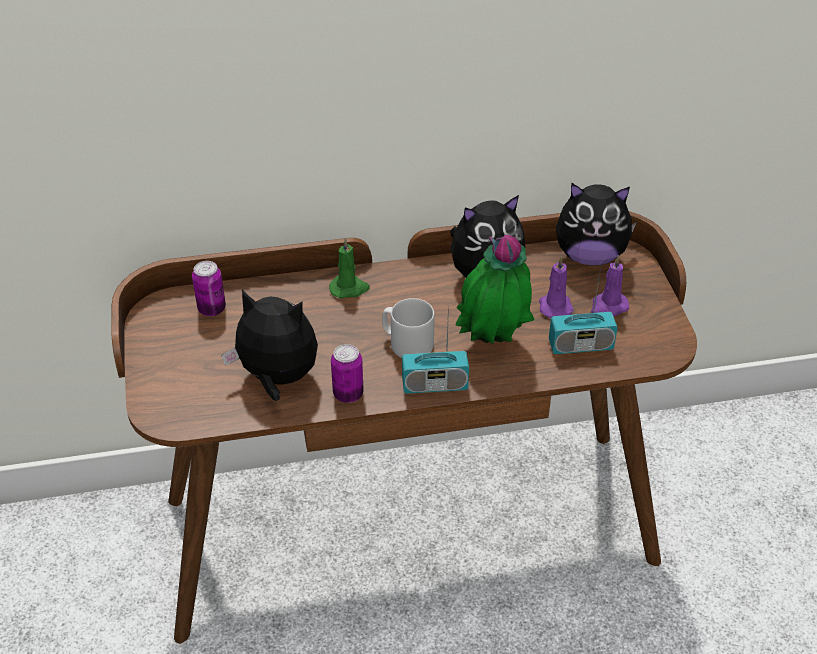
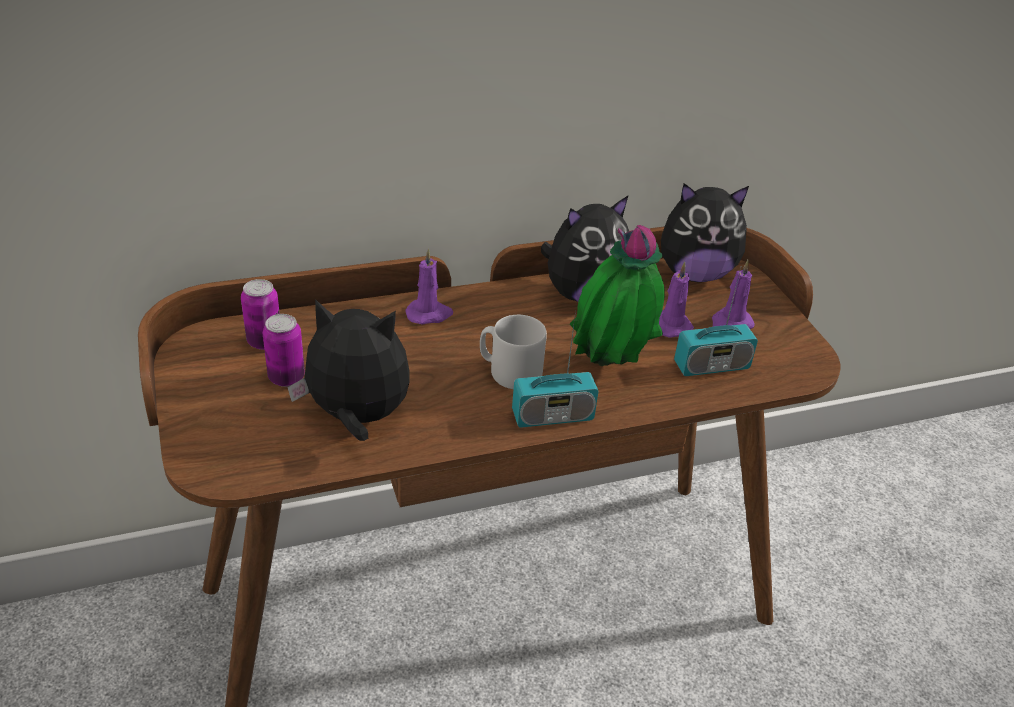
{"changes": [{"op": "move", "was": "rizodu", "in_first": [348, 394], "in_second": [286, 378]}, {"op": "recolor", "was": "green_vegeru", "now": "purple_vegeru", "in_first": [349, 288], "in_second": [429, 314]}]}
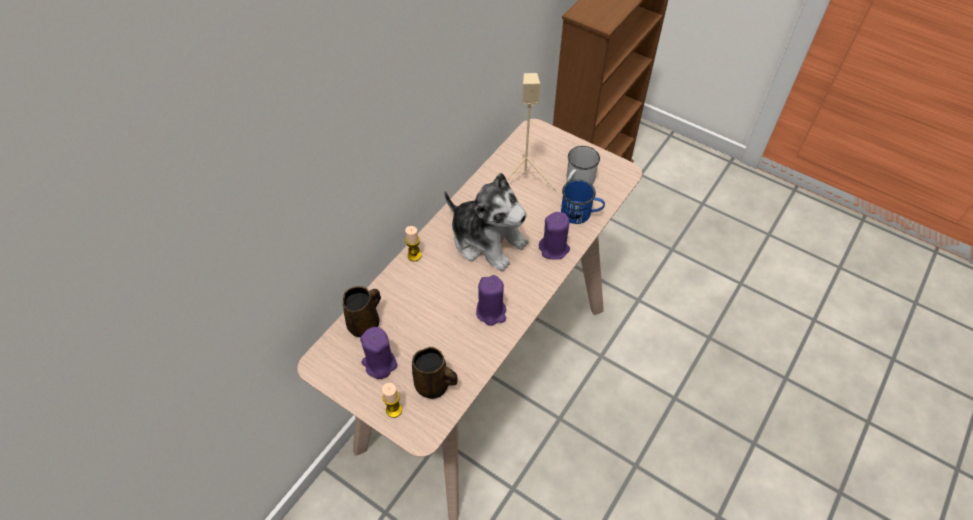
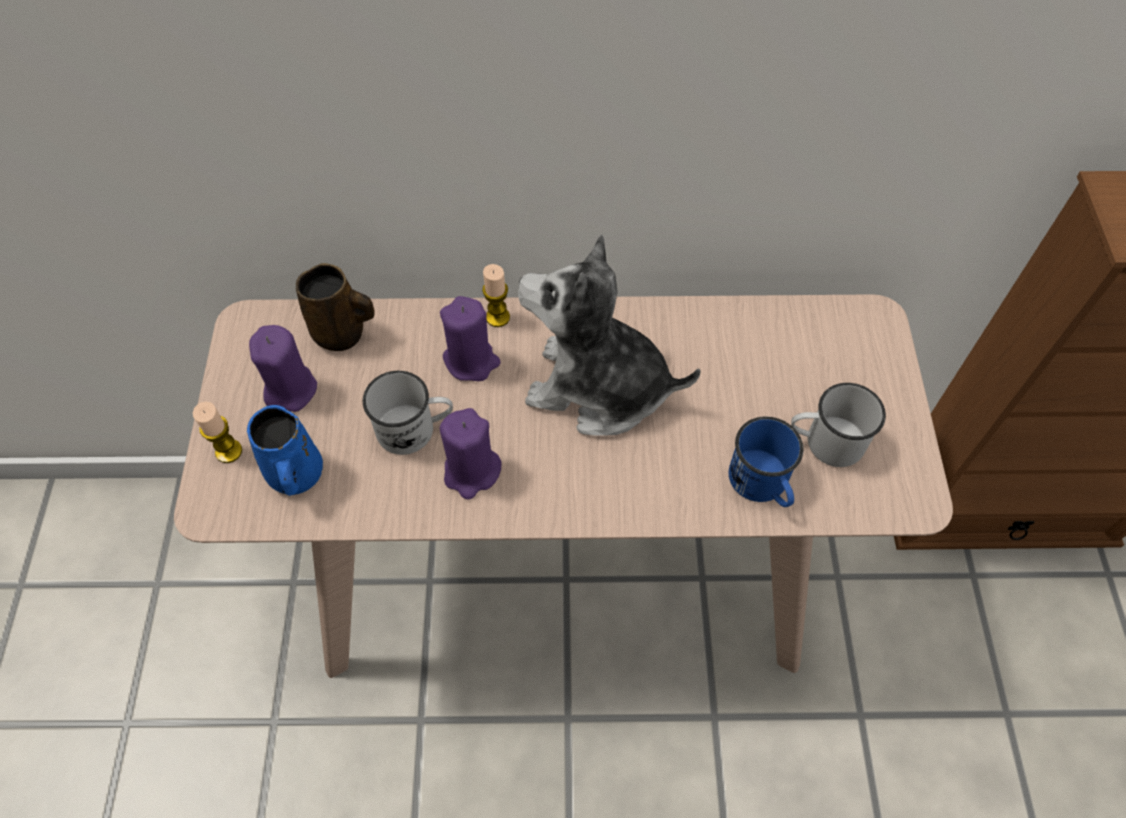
{"changes": [{"op": "recolor", "was": "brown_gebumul", "now": "blue_gebumul", "in_first": [434, 386], "in_second": [296, 476]}, {"op": "insert", "now": "white_gebumul", "in_second": [415, 429]}, {"op": "move", "was": "purple_vegeru", "in_first": [554, 248], "in_second": [471, 361]}, {"op": "rotate", "was": "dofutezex", "in_first": [487, 240], "in_second": [598, 388], "clockwise": 105}, {"op": "delete", "was": "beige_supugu", "in_first": [525, 178]}]}
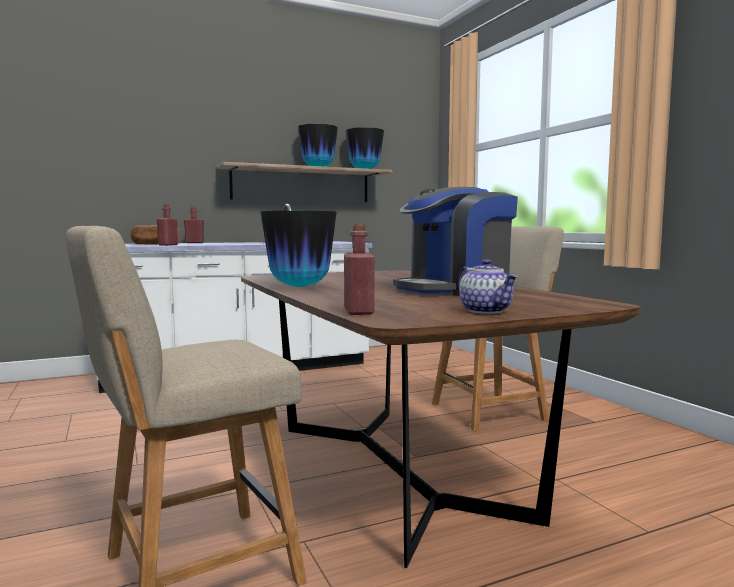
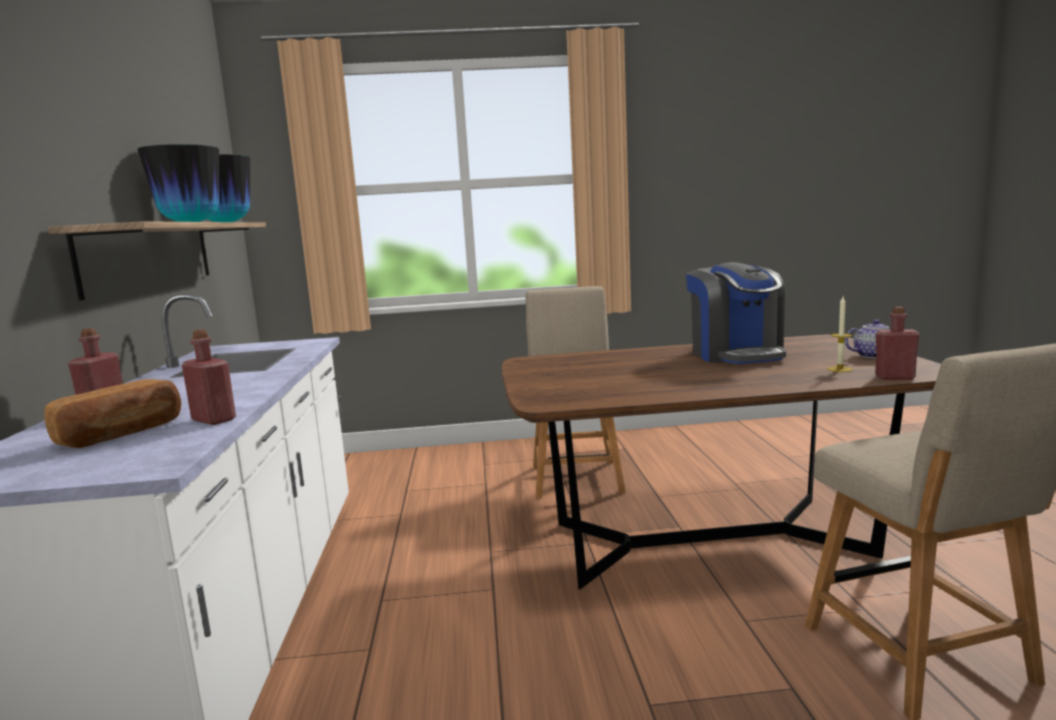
{"changes": [{"op": "insert", "now": "vegeru", "in_second": [840, 369]}, {"op": "delete", "was": "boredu", "in_first": [300, 287]}]}
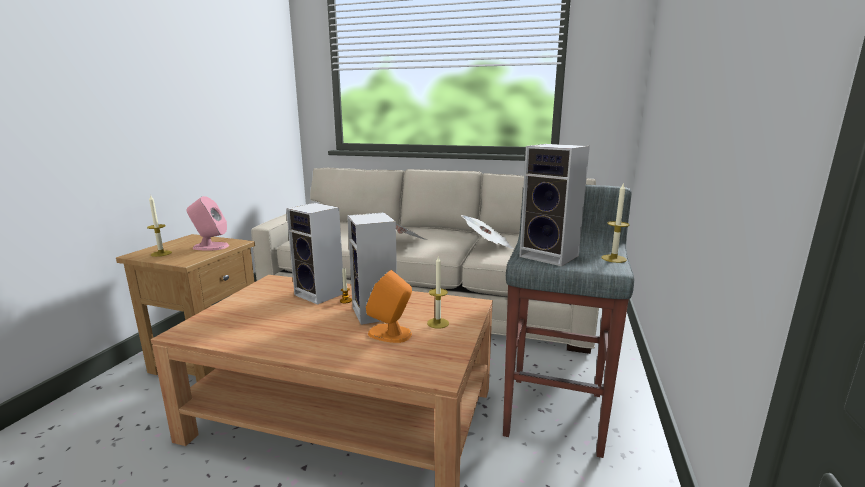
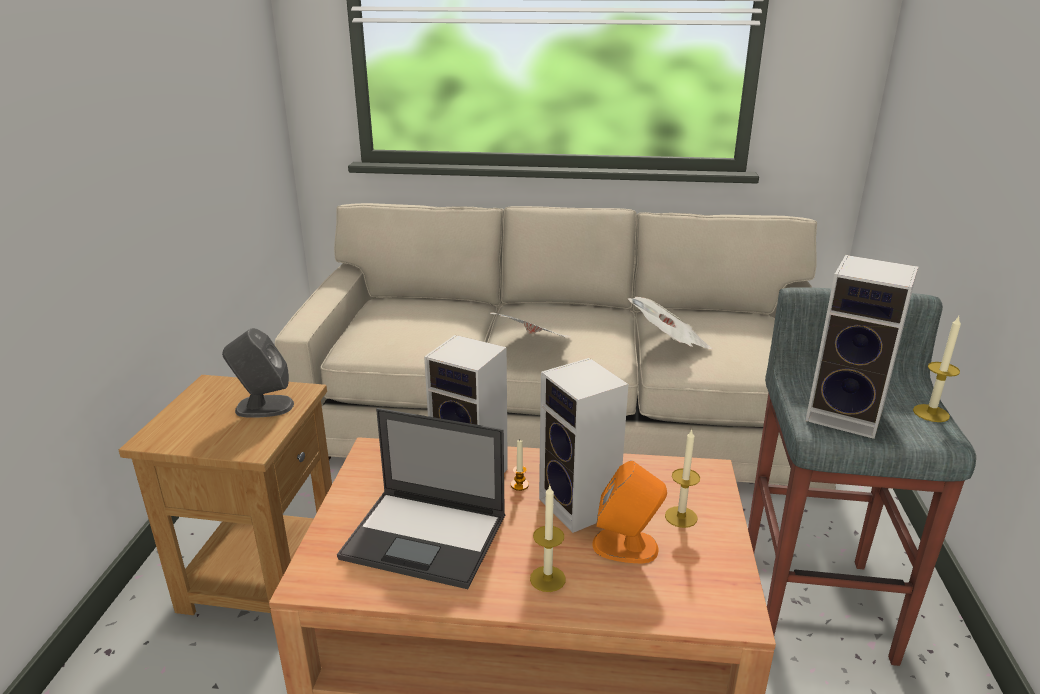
{"changes": [{"op": "recolor", "was": "pink_supugu", "now": "grey_supugu", "in_first": [210, 246], "in_second": [263, 407]}, {"op": "insert", "now": "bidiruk", "in_second": [426, 537]}, {"op": "move", "was": "vegeru", "in_first": [161, 253], "in_second": [547, 579]}]}
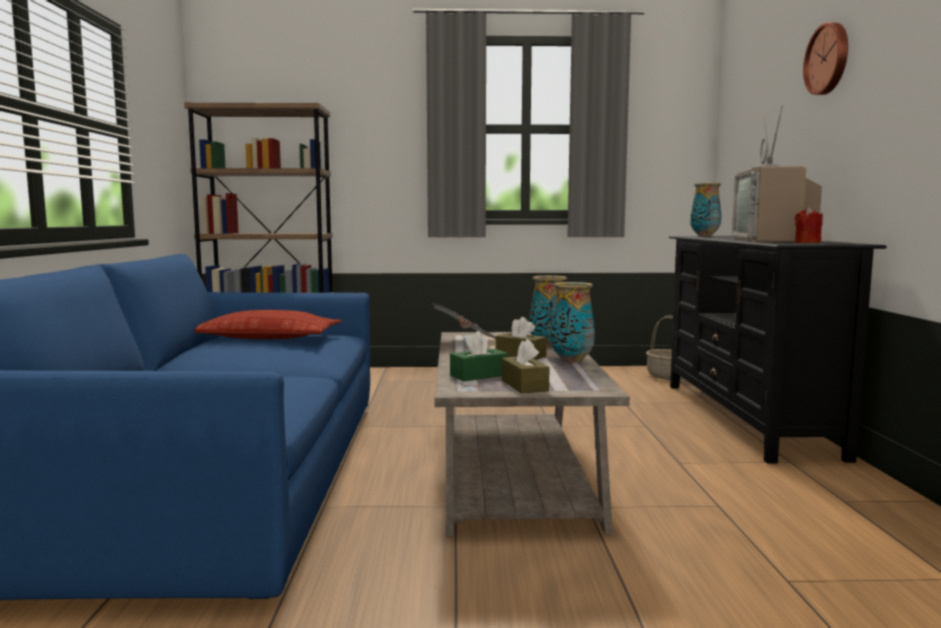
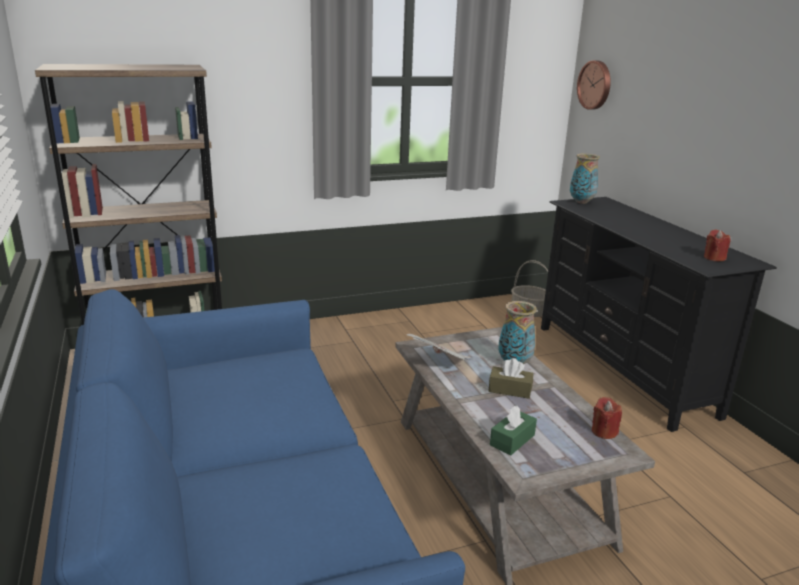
{"changes": [{"op": "move", "was": "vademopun", "in_first": [828, 59], "in_second": [595, 85]}, {"op": "insert", "now": "red_vegeru", "in_second": [604, 431]}, {"op": "delete", "was": "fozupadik", "in_first": [266, 337]}, {"op": "delete", "was": "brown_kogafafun", "in_first": [524, 385]}, {"op": "delete", "was": "boredu", "in_first": [571, 360]}, {"op": "delete", "was": "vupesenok", "in_first": [772, 239]}]}
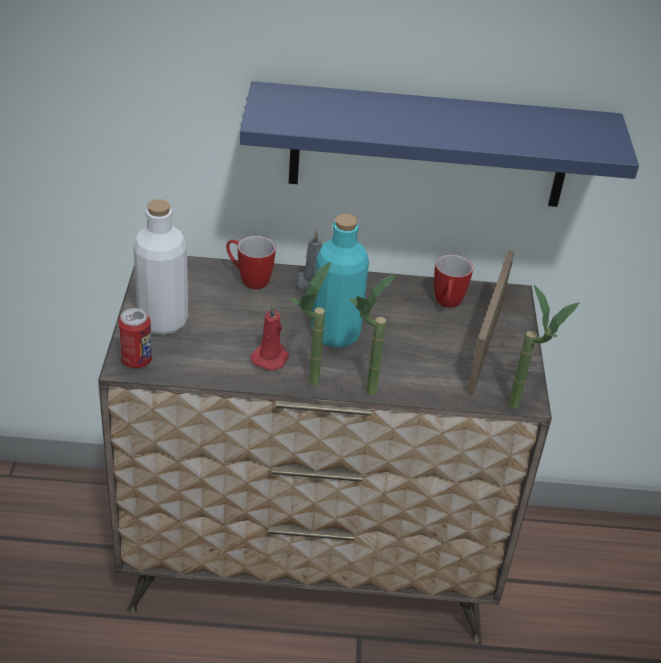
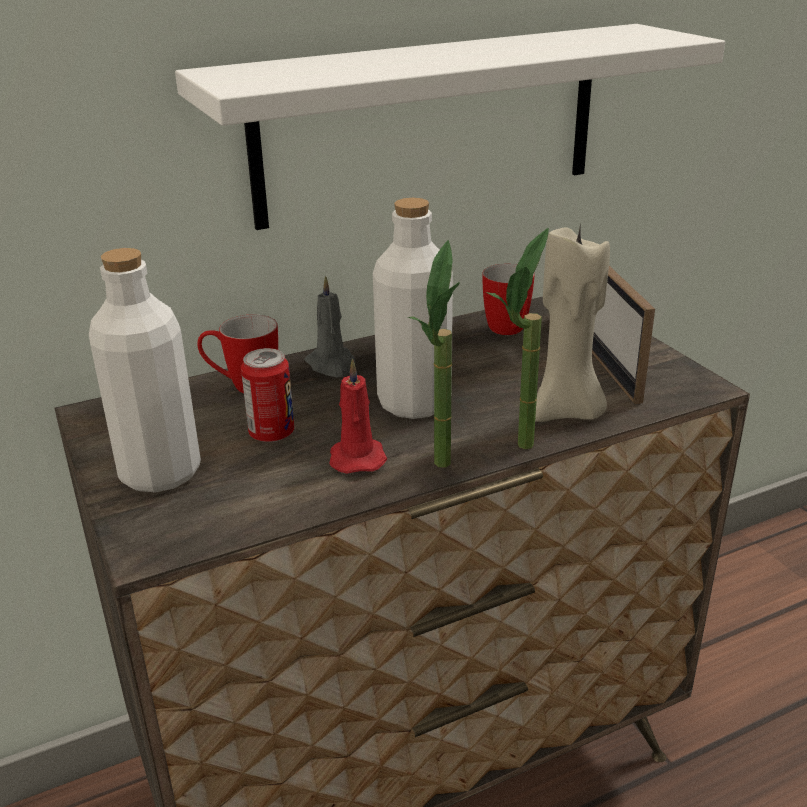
{"changes": [{"op": "recolor", "was": "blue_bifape", "now": "white_bifape", "in_first": [429, 146], "in_second": [430, 124]}, {"op": "move", "was": "rizodu", "in_first": [136, 361], "in_second": [272, 434]}, {"op": "recolor", "was": "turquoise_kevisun", "now": "white_kevisun", "in_first": [335, 334], "in_second": [414, 403]}, {"op": "insert", "now": "beige_vegeru", "in_second": [567, 412]}, {"op": "delete", "was": "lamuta", "in_first": [524, 408]}]}
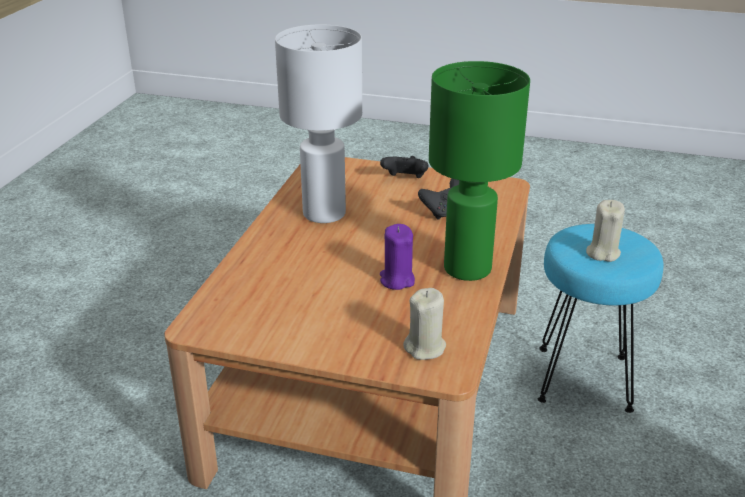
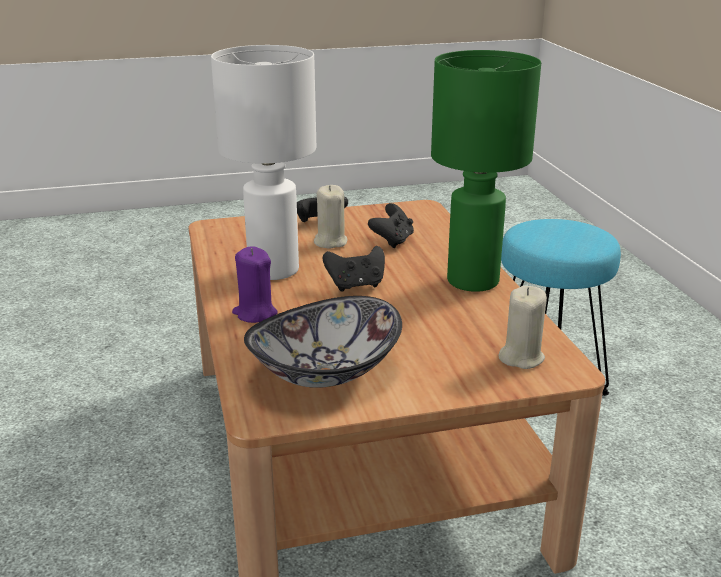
{"changes": [{"op": "move", "was": "purple_vegeru", "in_first": [397, 280], "in_second": [255, 313]}, {"op": "insert", "now": "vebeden", "in_second": [326, 373]}, {"op": "move", "was": "beige_vegeru", "in_first": [602, 253], "in_second": [330, 242]}, {"op": "insert", "now": "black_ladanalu", "in_second": [356, 285]}]}
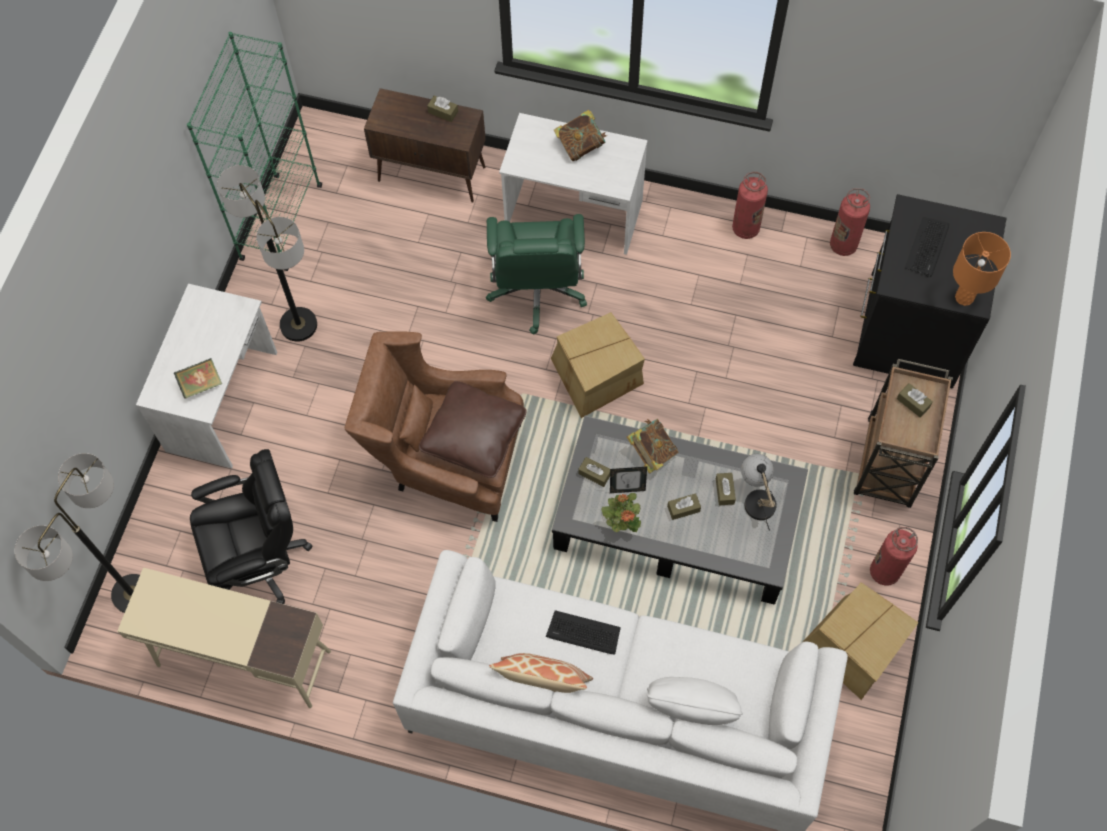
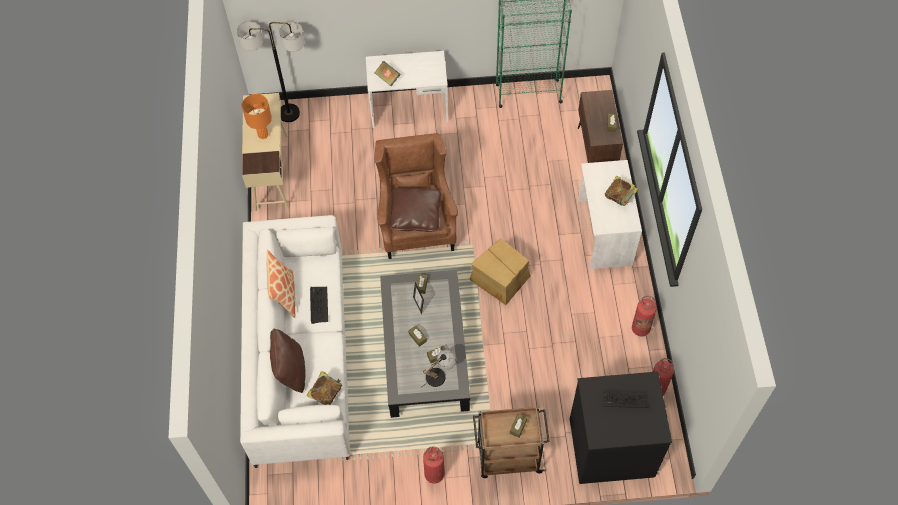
{"changes": [{"op": "move", "was": "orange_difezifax", "in_first": [964, 297], "in_second": [263, 134]}, {"op": "recolor", "was": "white_fozupadik", "now": "brown_fozupadik", "in_first": [690, 711], "in_second": [291, 371]}, {"op": "move", "was": "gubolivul", "in_first": [651, 452], "in_second": [326, 393]}, {"op": "delete", "was": "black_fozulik", "in_first": [260, 559]}, {"op": "delete", "was": "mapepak", "in_first": [298, 325]}, {"op": "delete", "was": "green_fozulik", "in_first": [537, 292]}, {"op": "delete", "was": "lamuta", "in_first": [622, 523]}, {"op": "delete", "was": "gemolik", "in_first": [854, 646]}]}
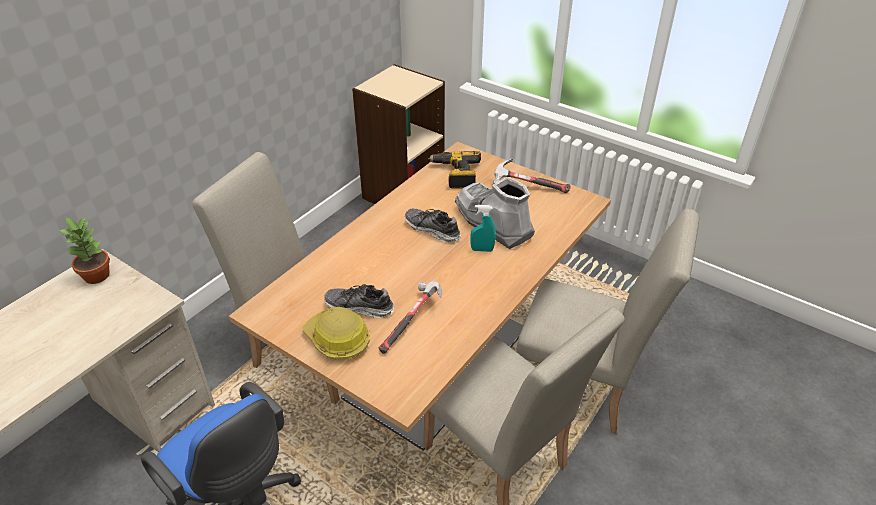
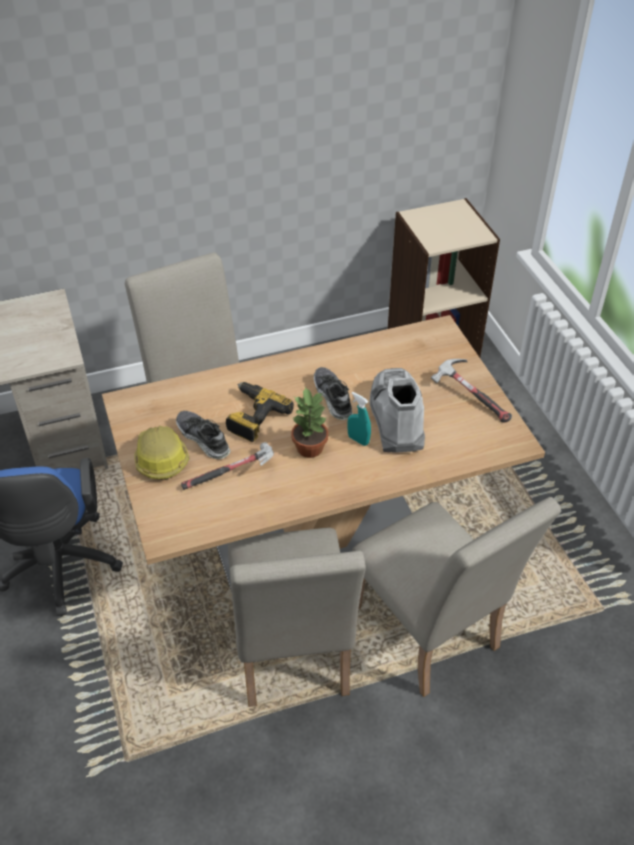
{"changes": [{"op": "move", "was": "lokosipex", "in_first": [455, 175], "in_second": [253, 417]}, {"op": "move", "was": "lamuta", "in_first": [97, 275], "in_second": [310, 447]}]}
